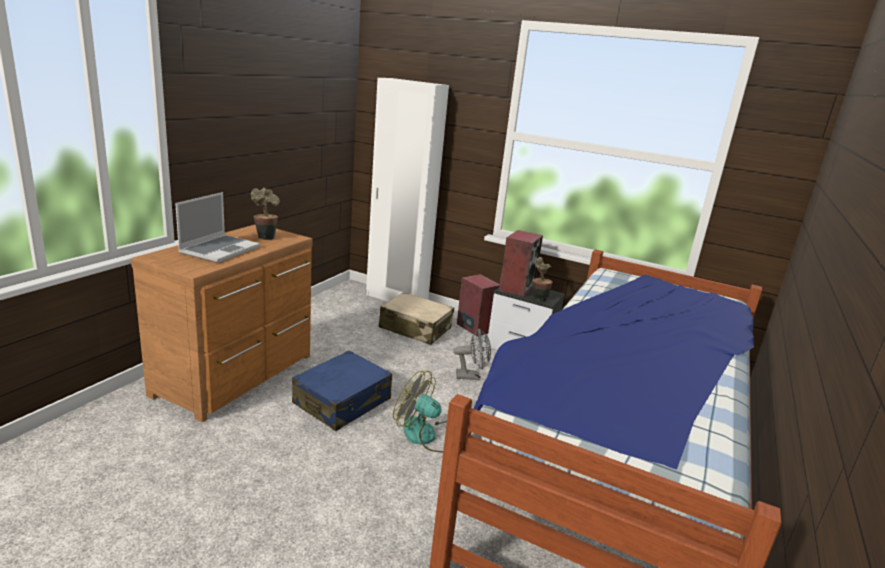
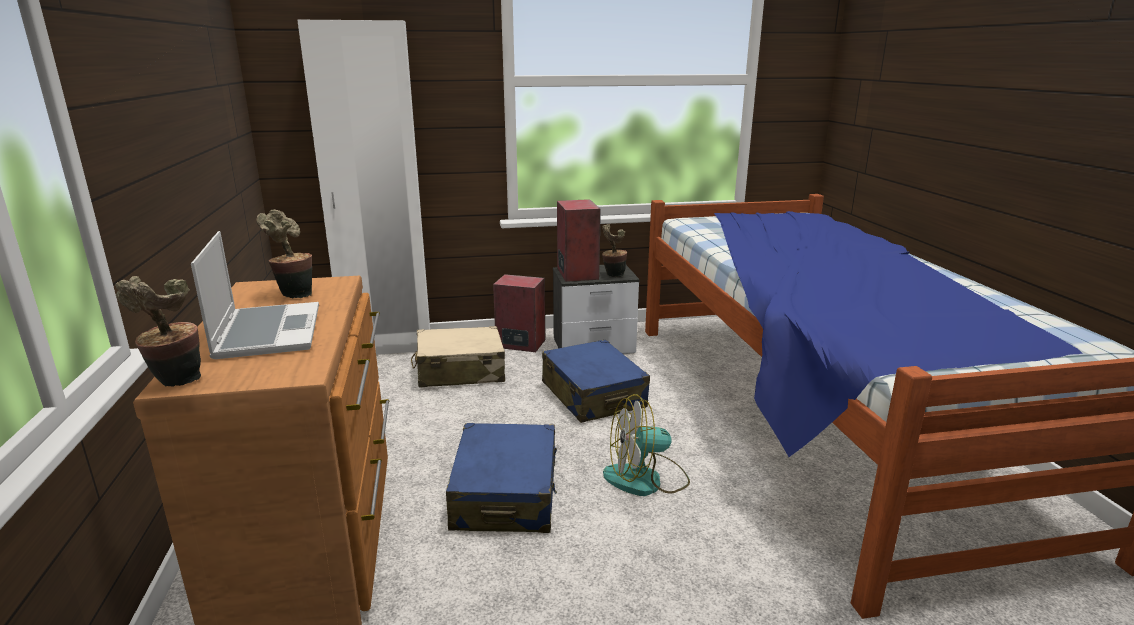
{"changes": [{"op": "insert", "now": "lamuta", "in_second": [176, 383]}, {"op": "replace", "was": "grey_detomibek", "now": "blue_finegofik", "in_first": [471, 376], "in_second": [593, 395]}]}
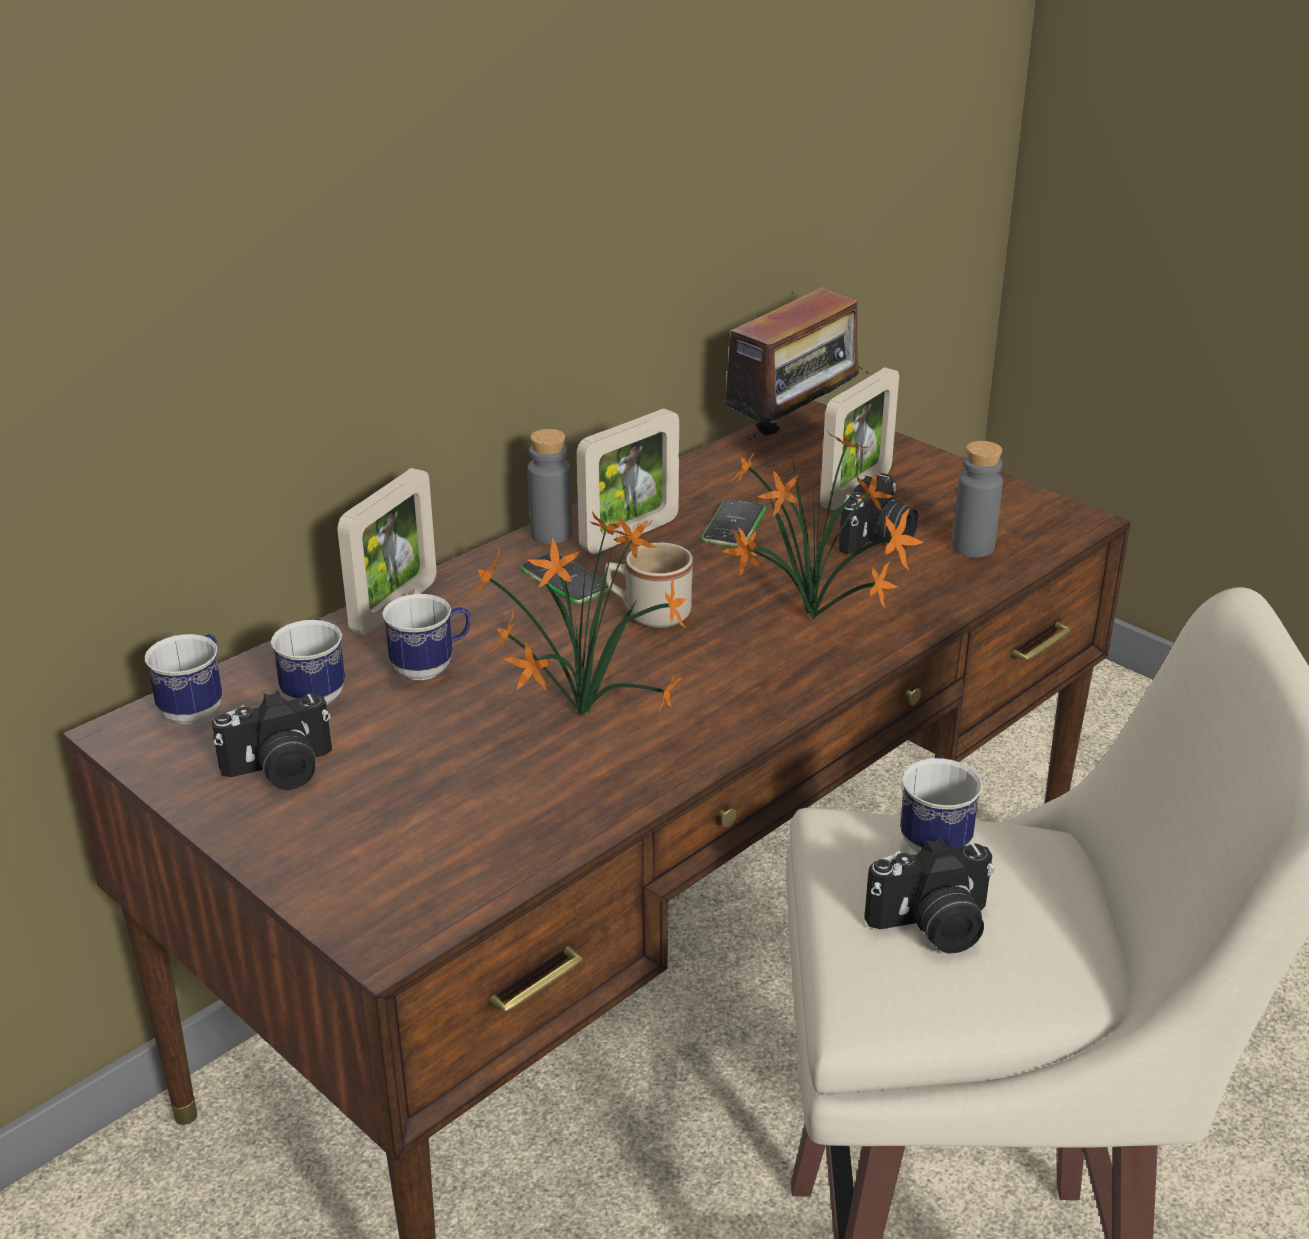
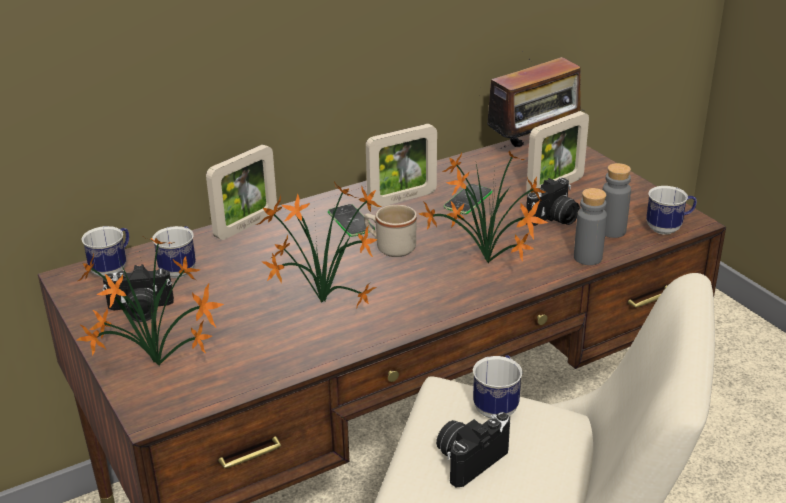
{"changes": [{"op": "insert", "now": "lamuta", "in_second": [161, 368]}, {"op": "rotate", "was": "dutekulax", "in_first": [933, 927], "in_second": [469, 459], "clockwise": 135}, {"op": "move", "was": "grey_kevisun", "in_first": [551, 534], "in_second": [587, 258]}, {"op": "move", "was": "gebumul", "in_first": [431, 667], "in_second": [668, 228]}]}
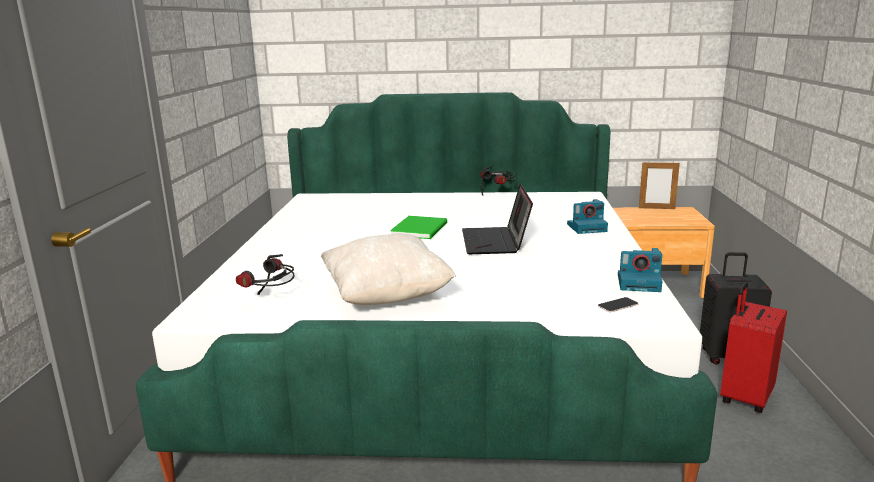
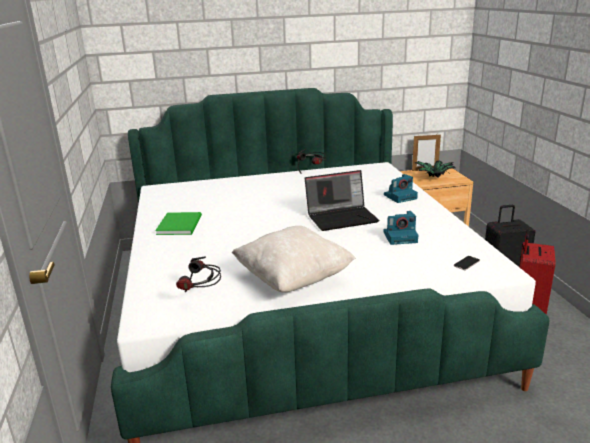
{"changes": [{"op": "move", "was": "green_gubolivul", "in_first": [421, 229], "in_second": [181, 224]}, {"op": "rotate", "was": "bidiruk", "in_first": [496, 242], "in_second": [342, 217], "clockwise": -90}, {"op": "move", "was": "dutekulax", "in_first": [640, 283], "in_second": [401, 237]}, {"op": "insert", "now": "lamuta", "in_second": [433, 178]}]}
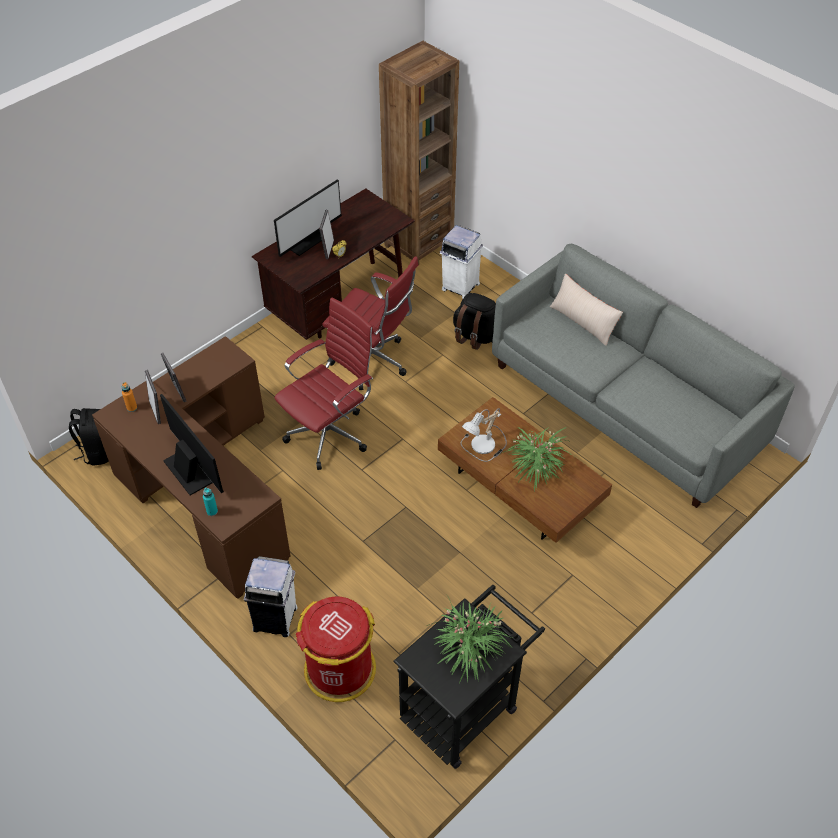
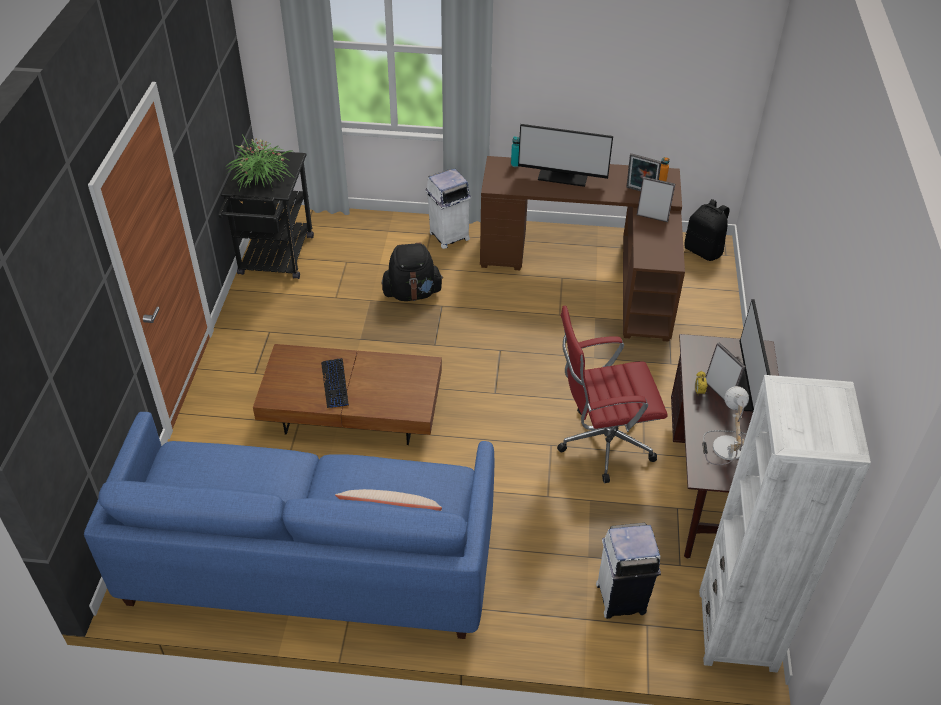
{"changes": [{"op": "recolor", "was": "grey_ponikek", "now": "blue_ponikek", "in_first": [625, 405], "in_second": [309, 561]}, {"op": "replace", "was": "lamuta", "now": "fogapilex", "in_first": [535, 465], "in_second": [335, 384]}, {"op": "move", "was": "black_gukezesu", "in_first": [476, 336], "in_second": [412, 293]}, {"op": "recolor", "was": "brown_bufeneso", "now": "white_bufeneso", "in_first": [418, 243], "in_second": [737, 630]}, {"op": "move", "was": "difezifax", "in_first": [484, 447], "in_second": [724, 446]}, {"op": "delete", "was": "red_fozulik", "in_first": [331, 433]}, {"op": "delete", "was": "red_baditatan", "in_first": [339, 670]}]}
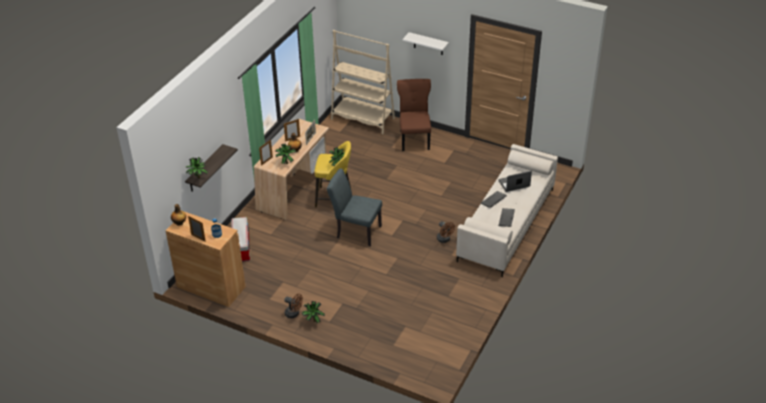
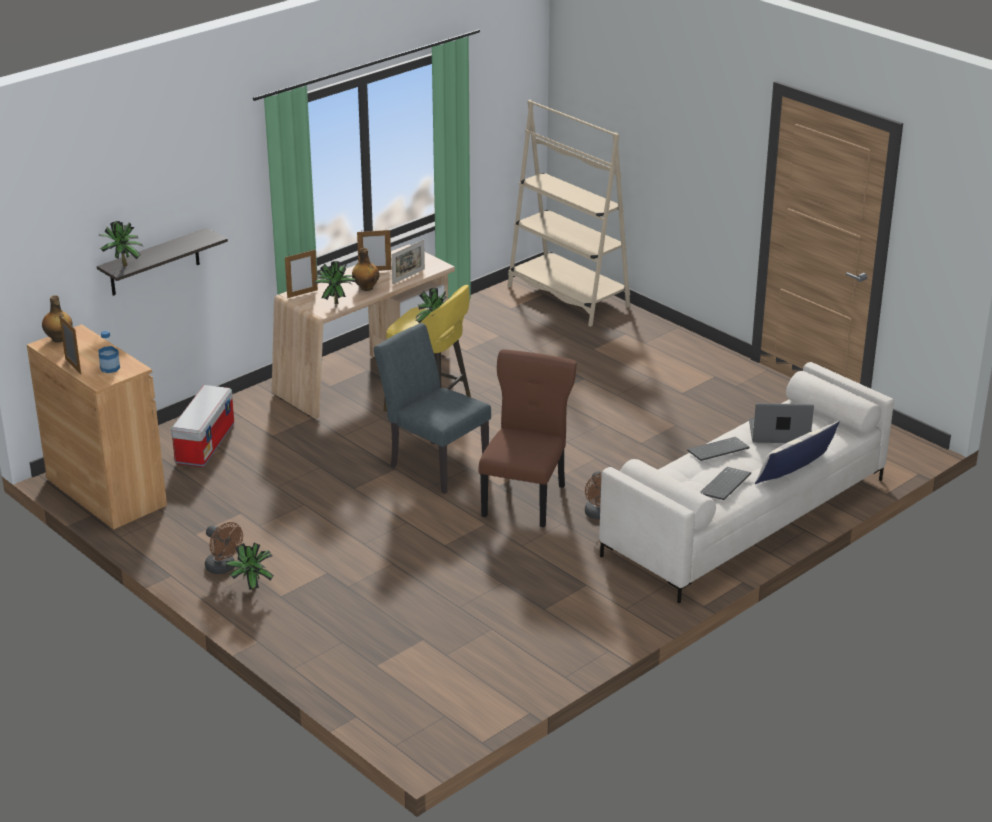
{"changes": [{"op": "move", "was": "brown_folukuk", "in_first": [414, 139], "in_second": [526, 499]}, {"op": "insert", "now": "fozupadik", "in_second": [794, 470]}, {"op": "delete", "was": "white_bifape", "in_first": [428, 44]}]}
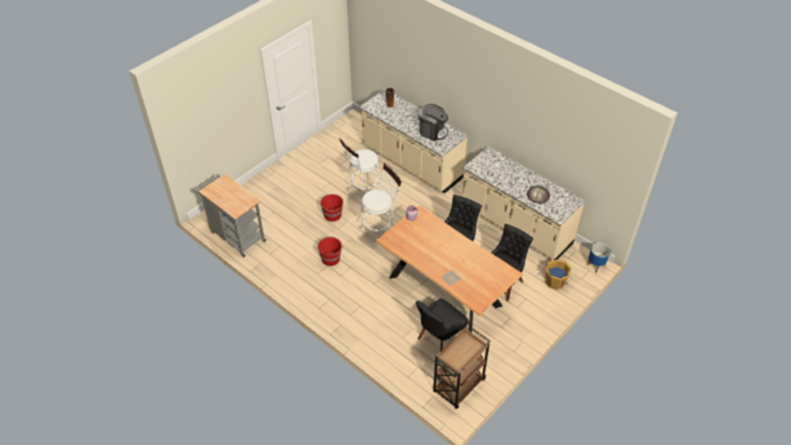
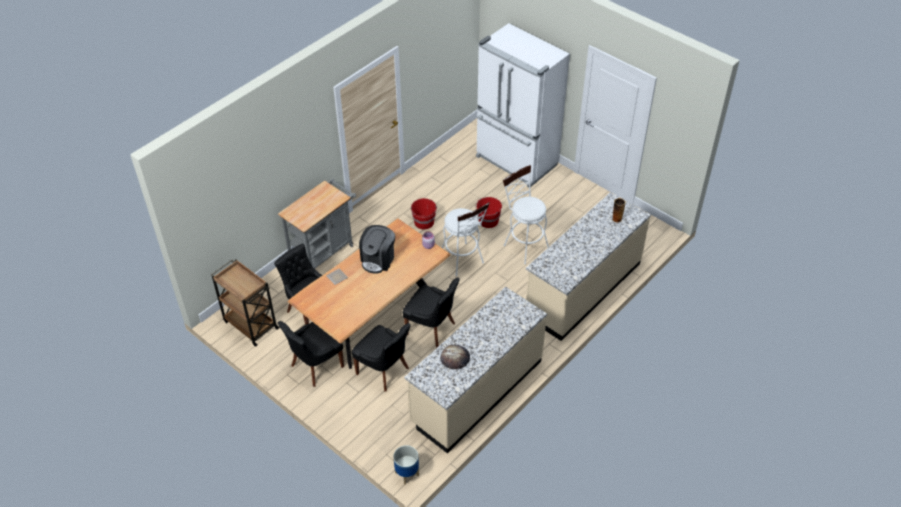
{"changes": [{"op": "insert", "now": "black_folukuk", "in_second": [315, 366]}, {"op": "move", "was": "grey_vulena", "in_first": [235, 235], "in_second": [324, 250]}, {"op": "move", "was": "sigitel", "in_first": [432, 132], "in_second": [378, 259]}, {"op": "insert", "now": "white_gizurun", "in_second": [516, 161]}, {"op": "delete", "was": "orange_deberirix", "in_first": [555, 282]}]}
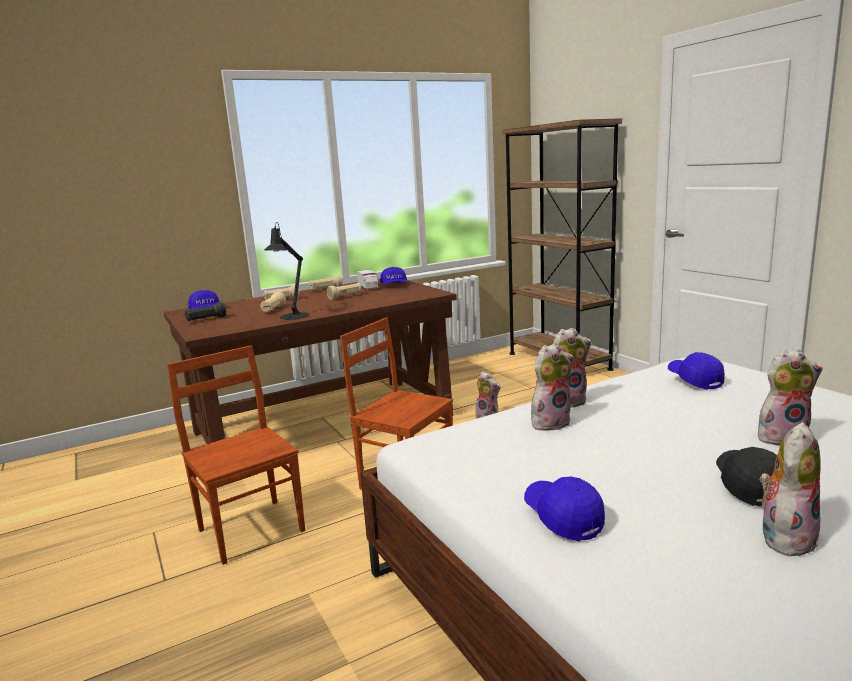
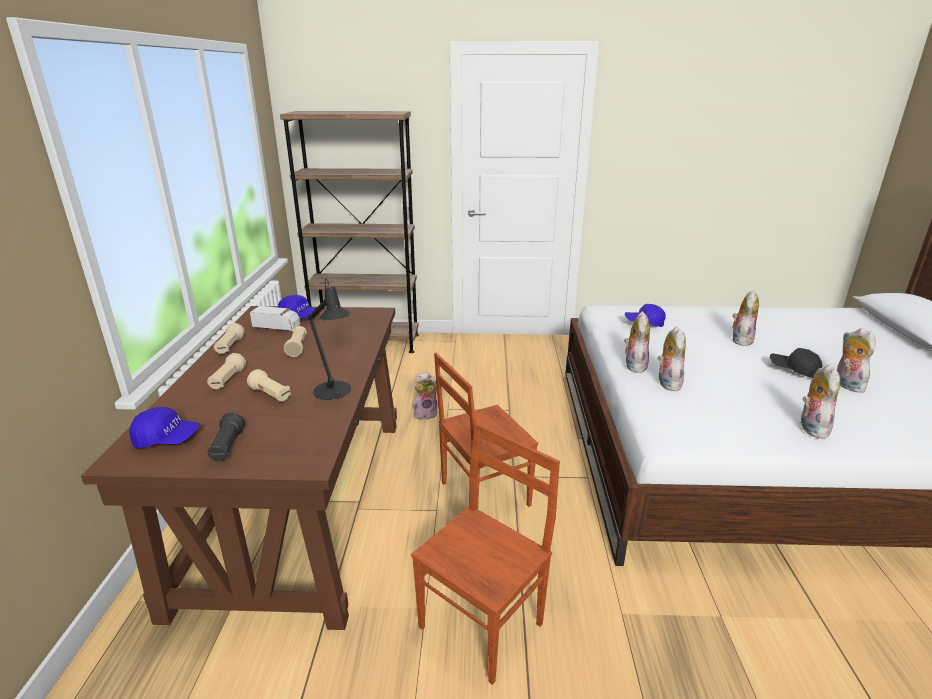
{"changes": [{"op": "rotate", "was": "brown_folukuk", "in_first": [252, 529], "in_second": [483, 625], "clockwise": 135}, {"op": "replace", "was": "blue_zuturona", "now": "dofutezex", "in_first": [563, 518], "in_second": [810, 427]}]}
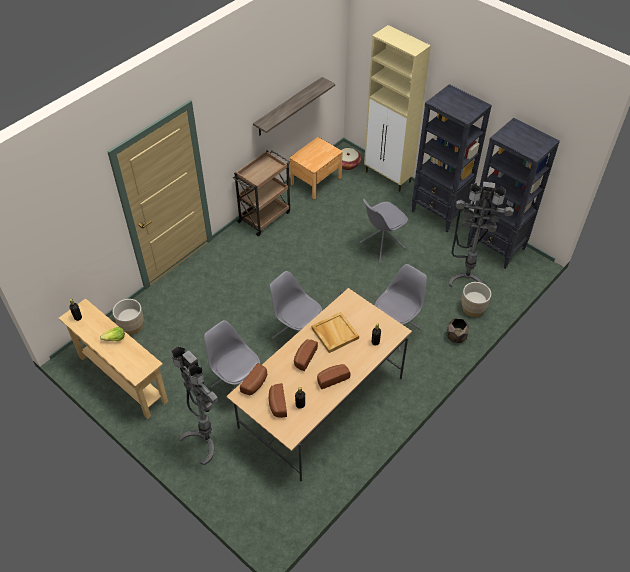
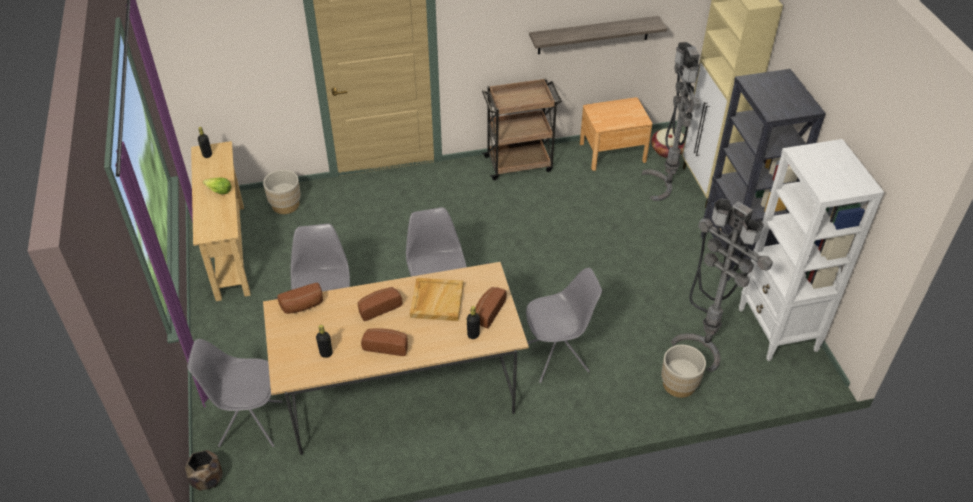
{"changes": [{"op": "move", "was": "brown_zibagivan", "in_first": [455, 337], "in_second": [207, 479]}, {"op": "move", "was": "grey_folukuk", "in_first": [381, 246], "in_second": [249, 423]}, {"op": "move", "was": "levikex", "in_first": [277, 404], "in_second": [488, 312]}, {"op": "move", "was": "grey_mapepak", "in_first": [205, 441], "in_second": [665, 184]}, {"op": "recolor", "was": "black_bufeneso", "now": "white_bufeneso", "in_first": [496, 248], "in_second": [777, 330]}]}
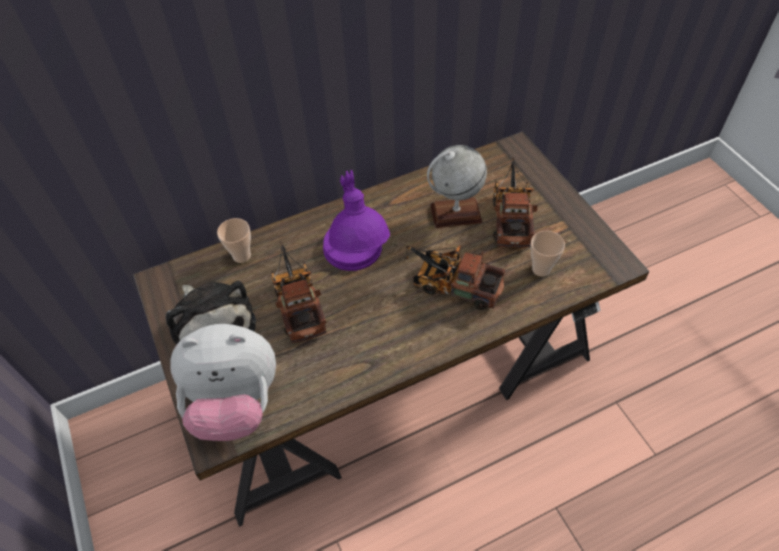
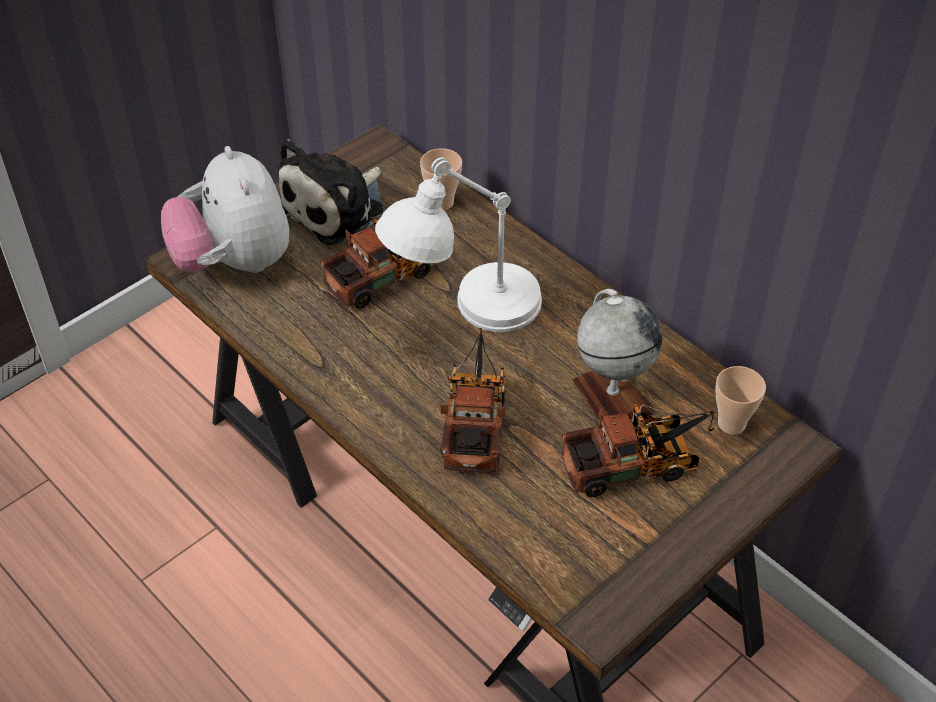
{"changes": [{"op": "recolor", "was": "purple_difezifax", "now": "white_difezifax", "in_first": [358, 268], "in_second": [465, 316]}, {"op": "move", "was": "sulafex", "in_first": [541, 269], "in_second": [731, 424]}]}
